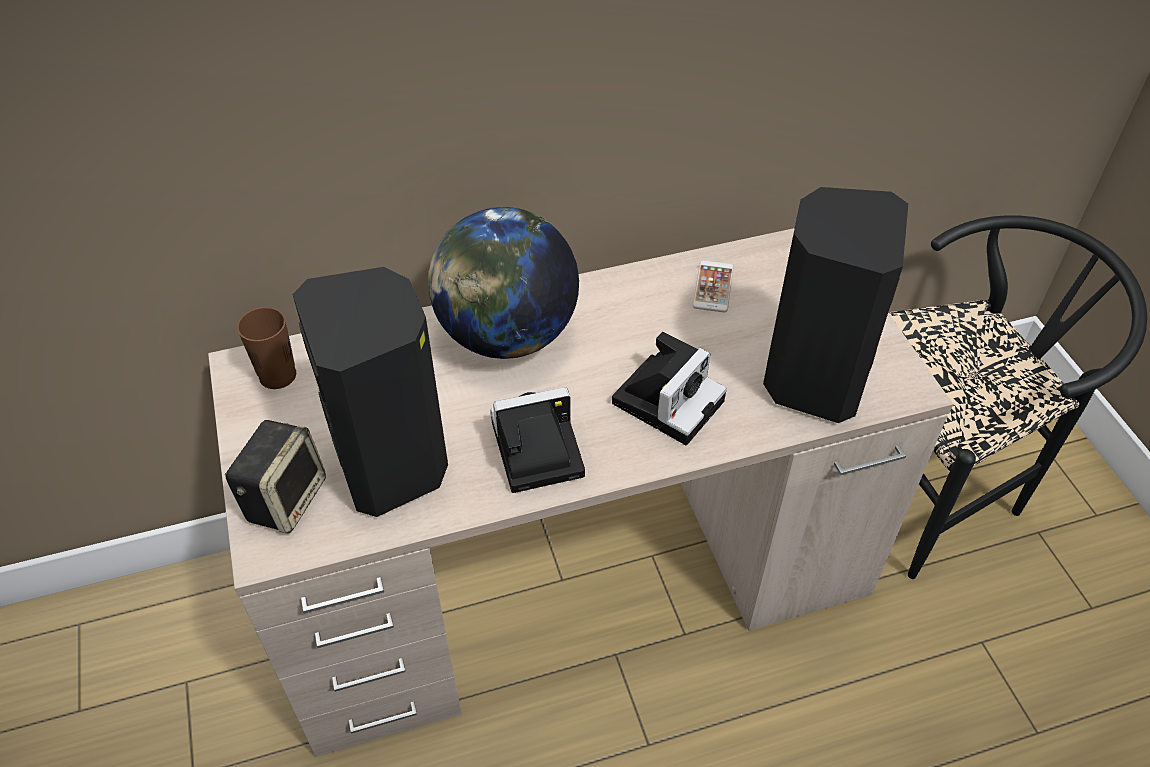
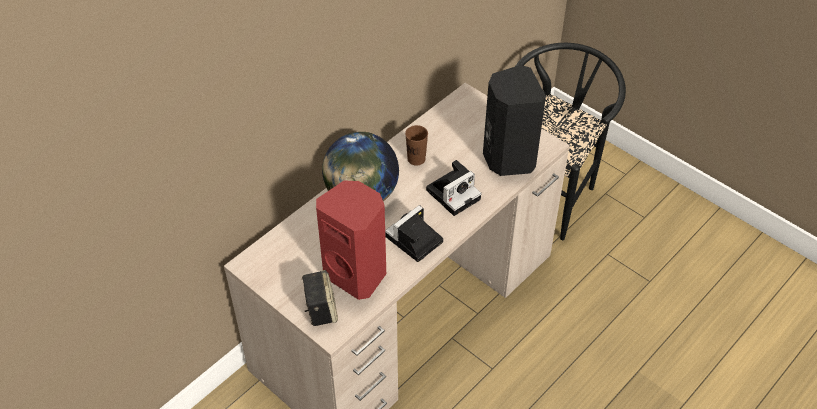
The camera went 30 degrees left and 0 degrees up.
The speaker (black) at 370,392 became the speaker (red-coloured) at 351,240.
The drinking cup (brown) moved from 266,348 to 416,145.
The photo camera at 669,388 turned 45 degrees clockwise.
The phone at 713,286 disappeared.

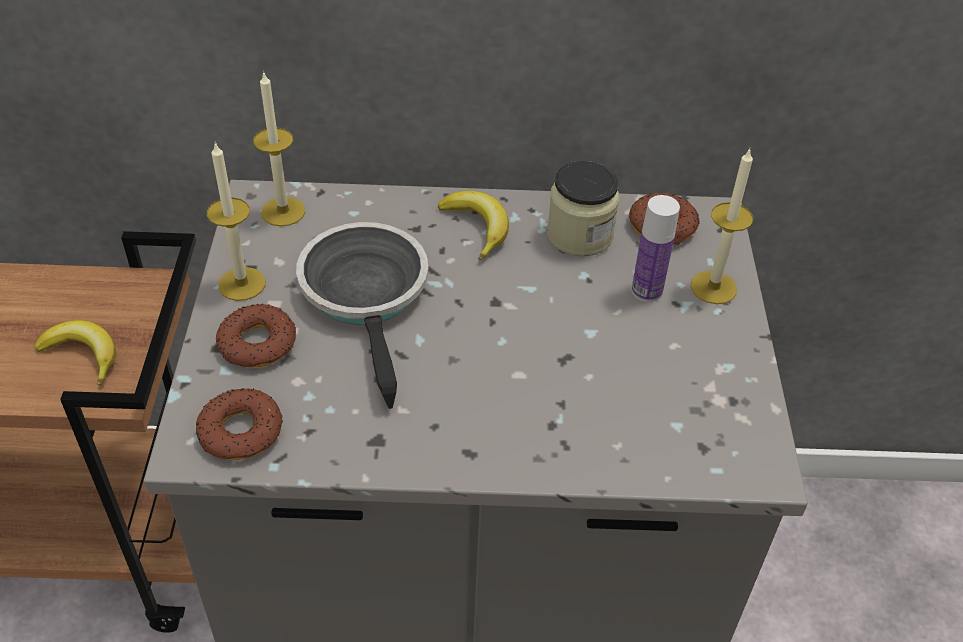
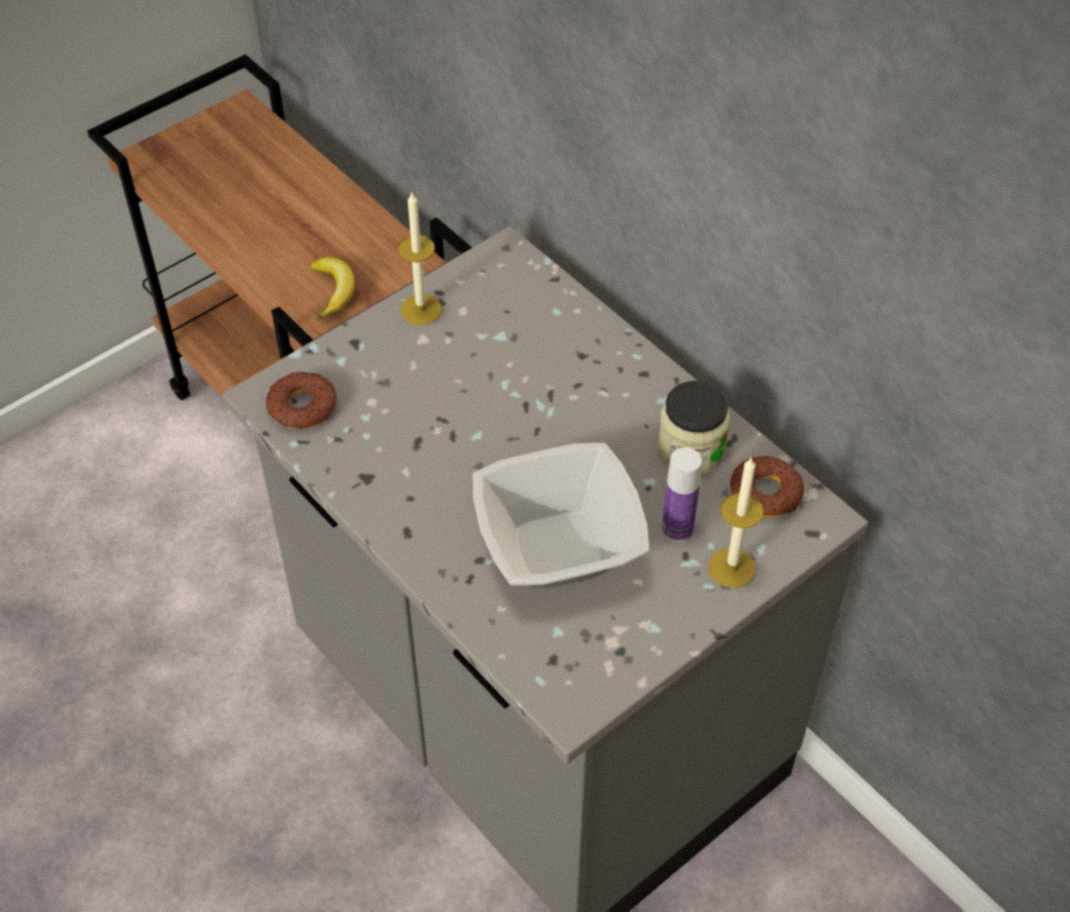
The camera went 50 degrees right and 5 degrees up.
The serving bowl at 561,516 appeared.
The donut at 256,335 disappeared.
The candle at 279,148 disappeared.
The frying pan at 362,315 disappeared.
The banana fruit at 473,225 disappeared.

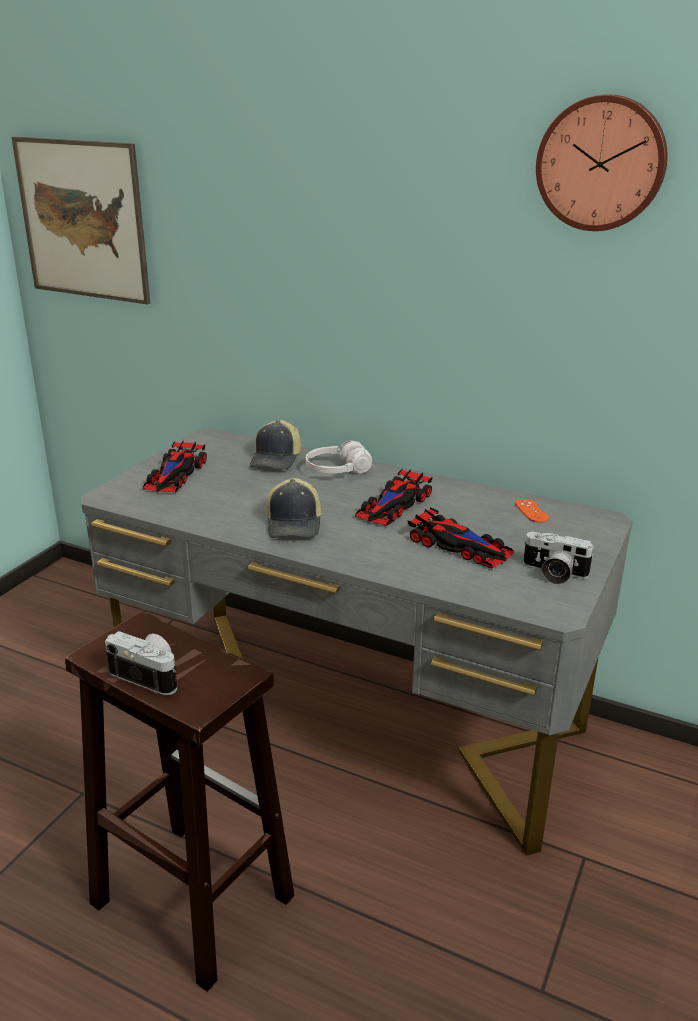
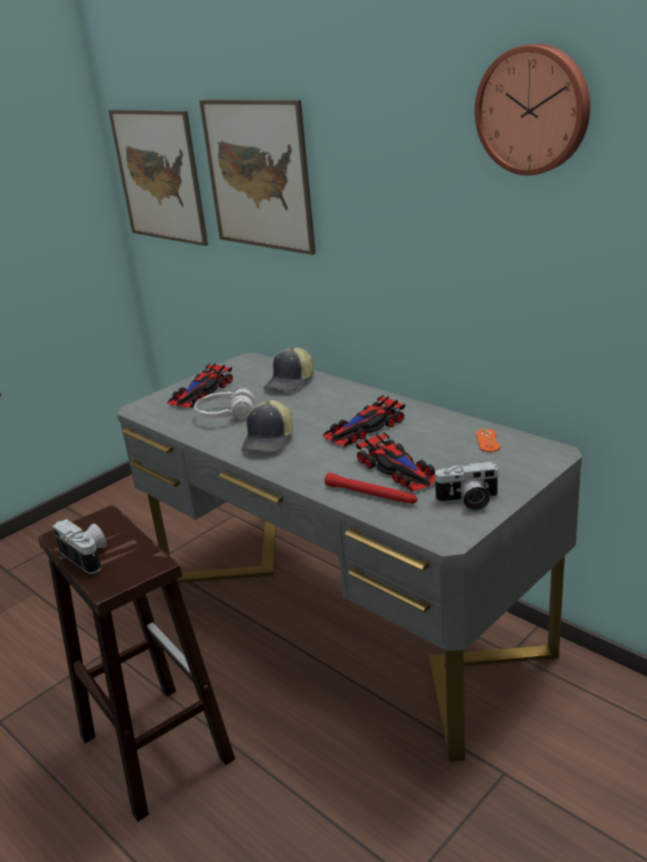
The camera went 20 degrees right and 0 degrees up.
The pair of headphones (white) moved from 339,457 to 224,403.
The wall picture at 257,177 appeared.
The flashlight (red-coloured) at 371,488 appeared.
The photo camera at 559,558 turned 45 degrees counterclockwise.

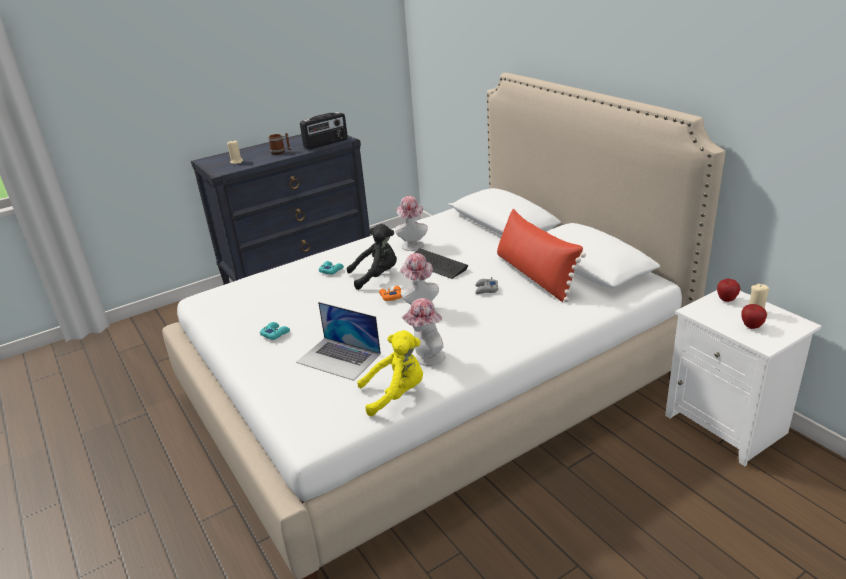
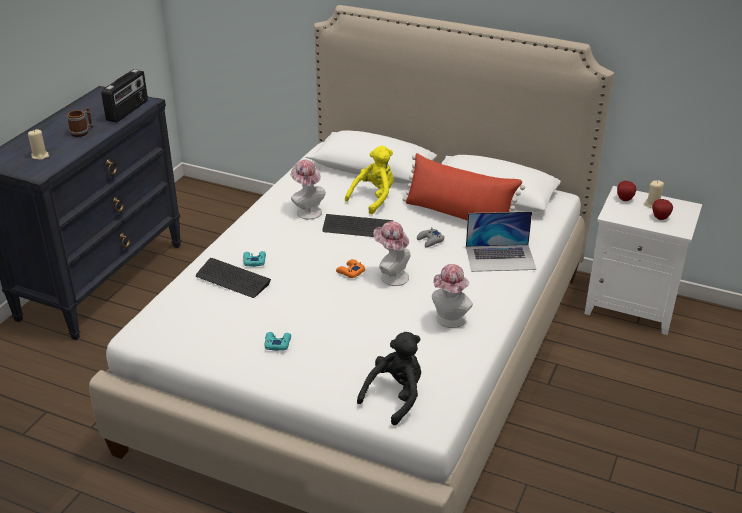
The camera went 35 degrees left and 5 degrees up.
The keyboard at 233,278 appeared.
The plush toy (yellow) moved from 390,373 to 369,179.
The plush toy (black) moved from 372,257 to 389,378.
The laptop moved from 338,341 to 501,241.

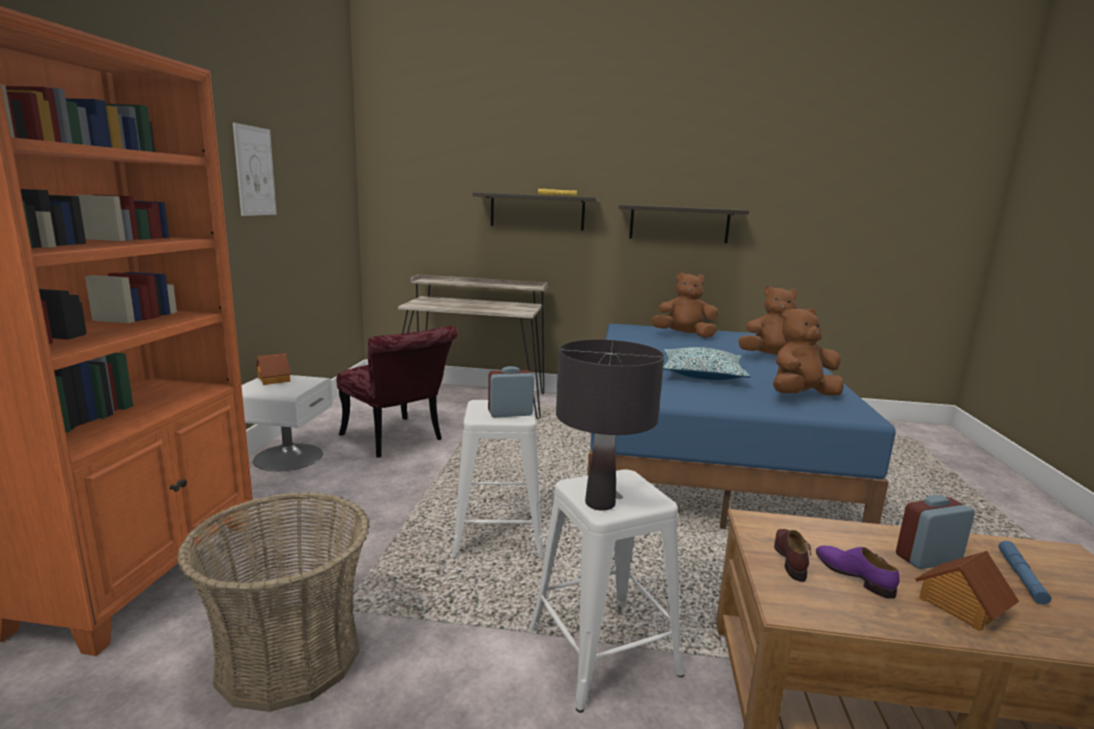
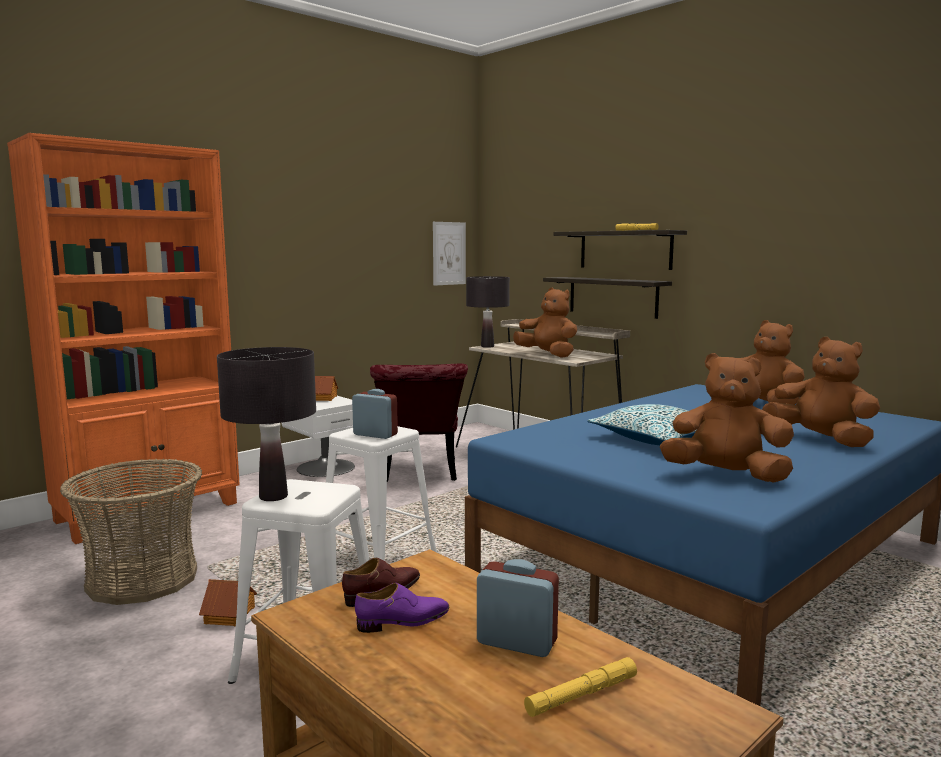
The camera went 40 degrees right and 5 degrees down.
The model house moved from 967,591 to 228,602.
The item of footwear (purple) at 858,572 turned 60 degrees clockwise.
The wall picture moved from 255,169 to 449,254.
The table lamp (black) at 488,312 appeared.
The plush toy (brown) at 545,322 appeared.
The flashlight (bluish) at 1024,573 became the flashlight (yellow) at 580,687.
The shelf moved from 684,224 to 607,298.

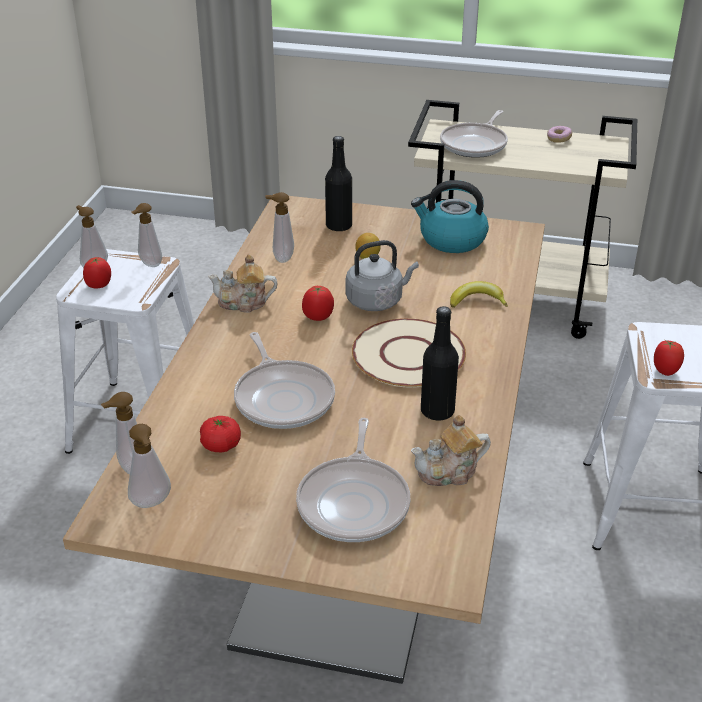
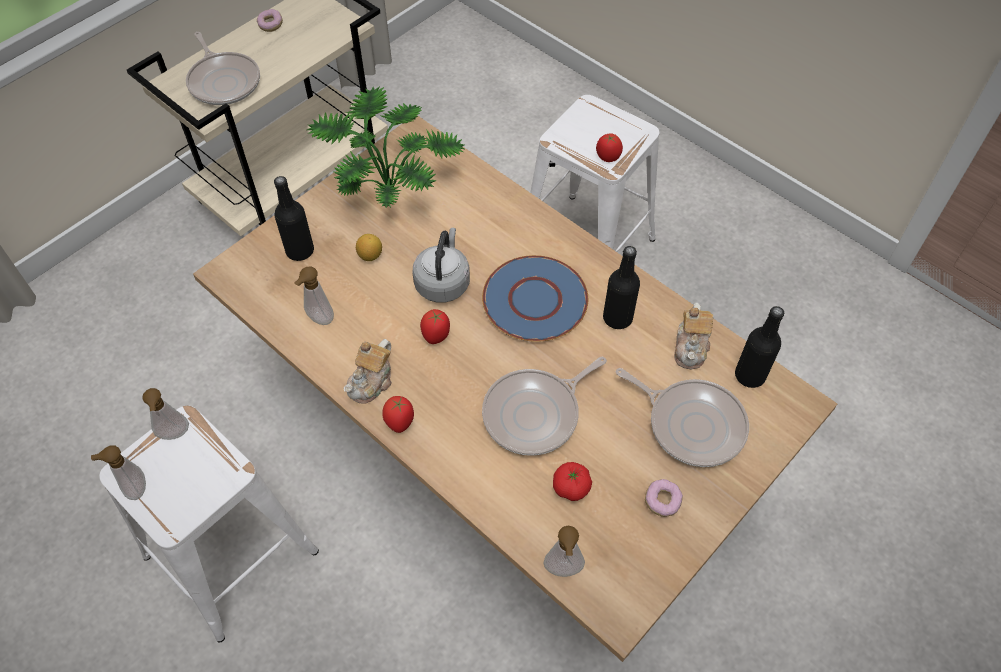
The camera went 60 degrees left and 20 degrees up.
The tea kettle at 450,216 was replaced by the potted plant at 386,147.
The tomato moved from 97,272 to 398,414.
The plate (beige) at 409,353 became the plate (bluish) at 535,298.
The frying pan at 284,380 turned 135 degrees clockwise.
The donut at 664,498 appeared.
The bottle (black) at 759,347 appeared.
The soap dispenser at 149,466 disappeared.
The banana fruit at 479,294 disappeared.

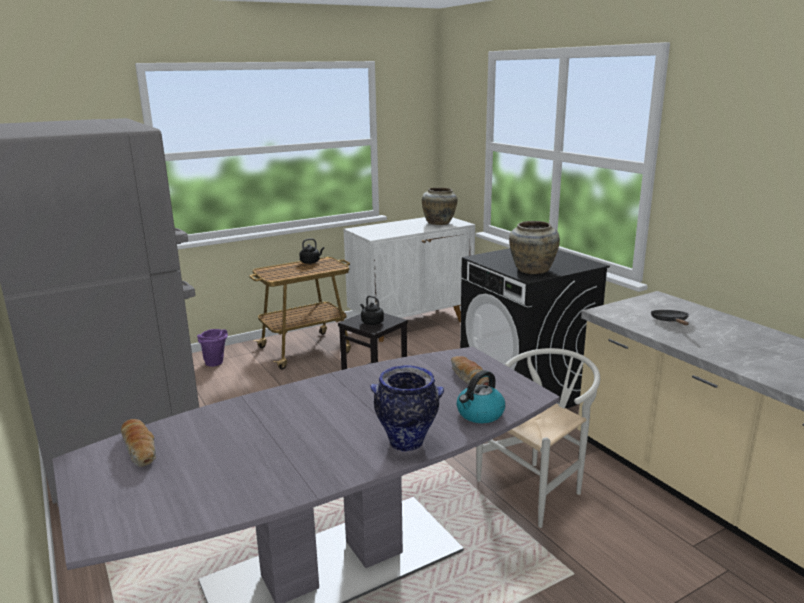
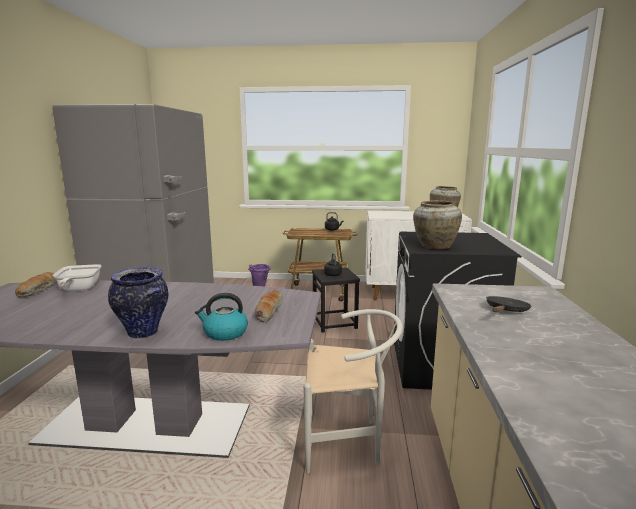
The camera went 35 degrees right and 5 degrees down.
The frying pan at 77,277 appeared.

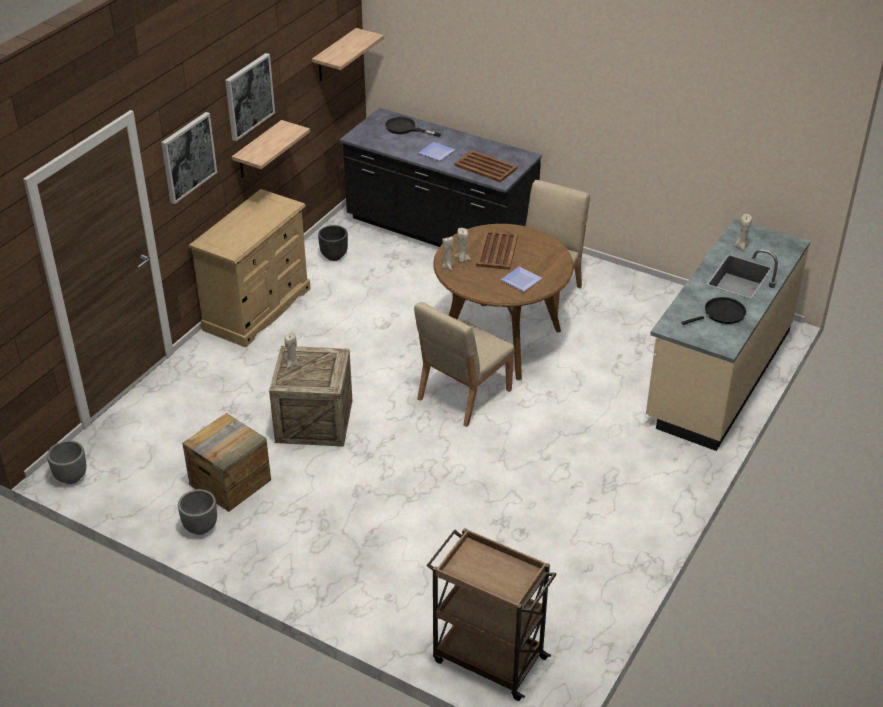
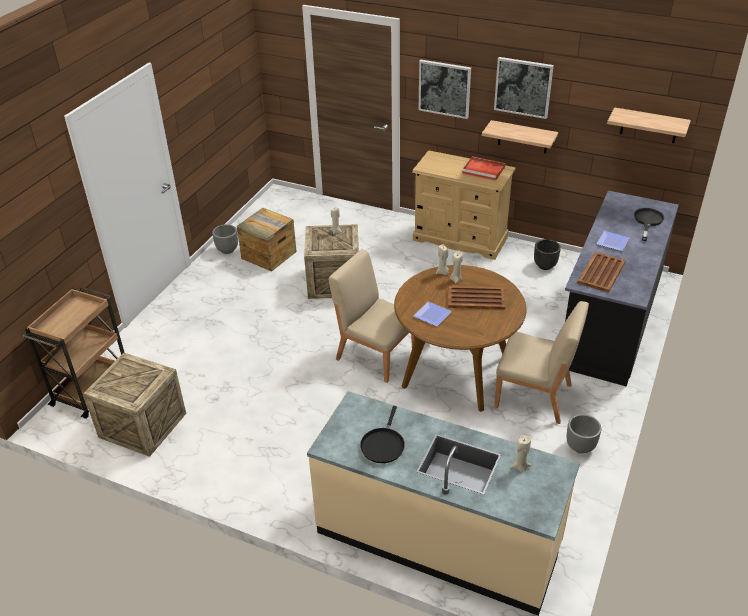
The camera went 85 degrees right and 0 degrees up.
The packing crate at 134,405 appeared.
The frying pan (black) at 714,311 turned 45 degrees clockwise.
The carrying tray (red-coloured) at 483,168 appeared.
The plant pot (greyish) moved from 67,462 to 583,433.

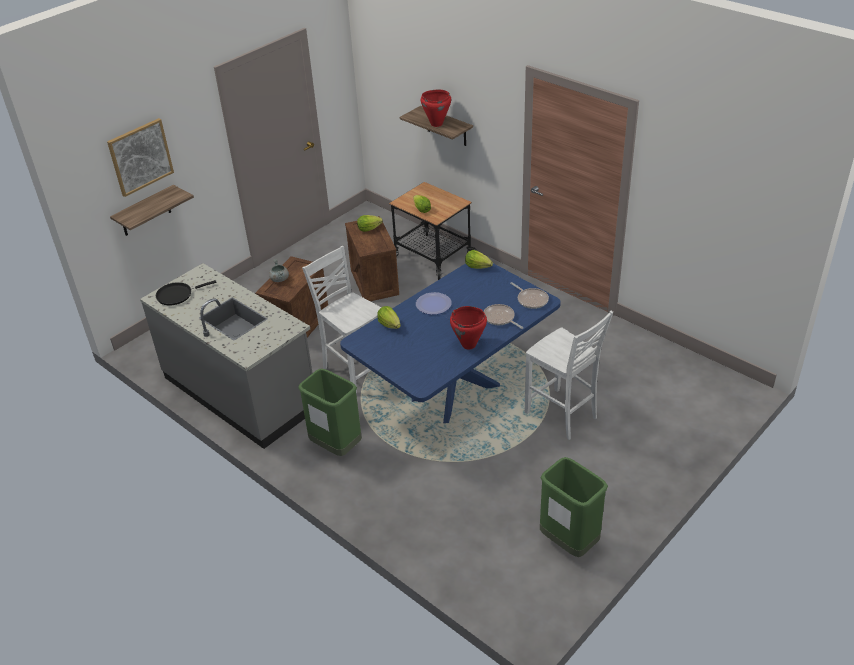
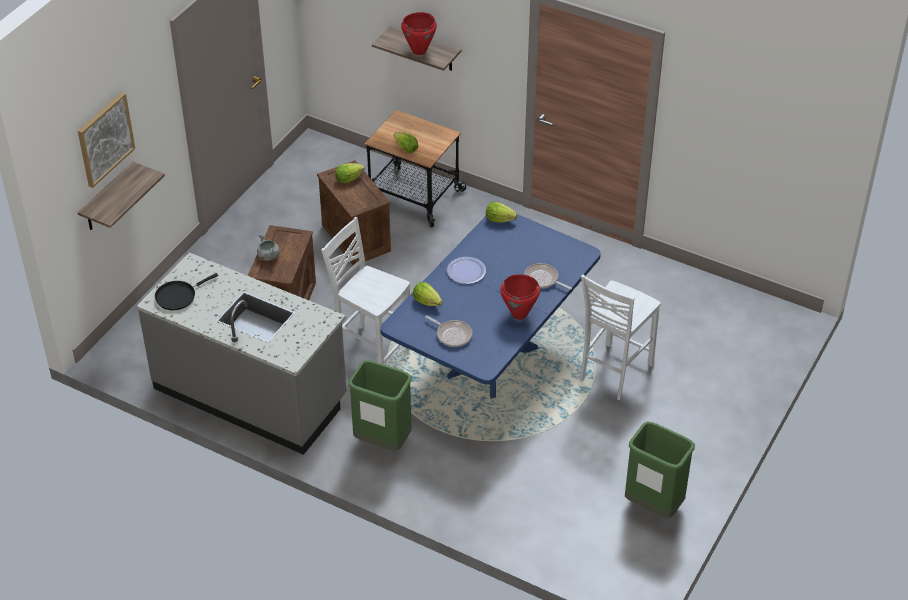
The camera went 15 degrees left and 5 degrees up.
The frying pan moved from 529,295 to 448,331.
The plain chair (white) at 569,375 turned 90 degrees clockwise.

